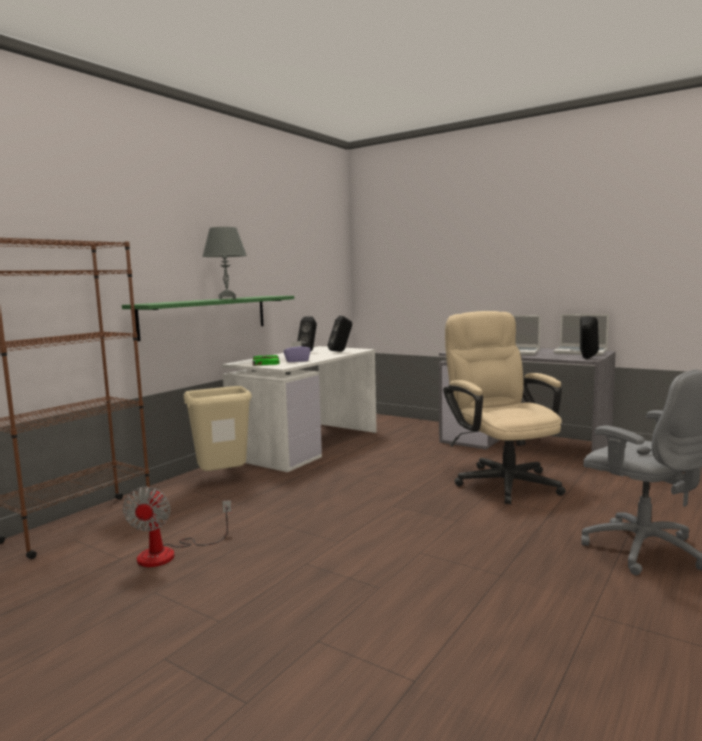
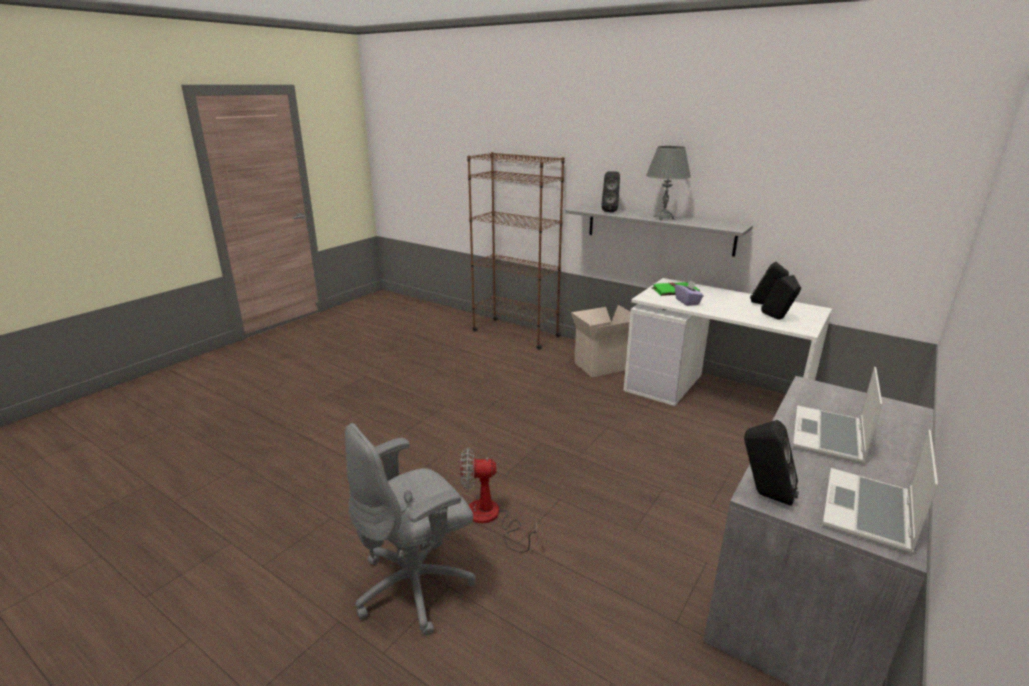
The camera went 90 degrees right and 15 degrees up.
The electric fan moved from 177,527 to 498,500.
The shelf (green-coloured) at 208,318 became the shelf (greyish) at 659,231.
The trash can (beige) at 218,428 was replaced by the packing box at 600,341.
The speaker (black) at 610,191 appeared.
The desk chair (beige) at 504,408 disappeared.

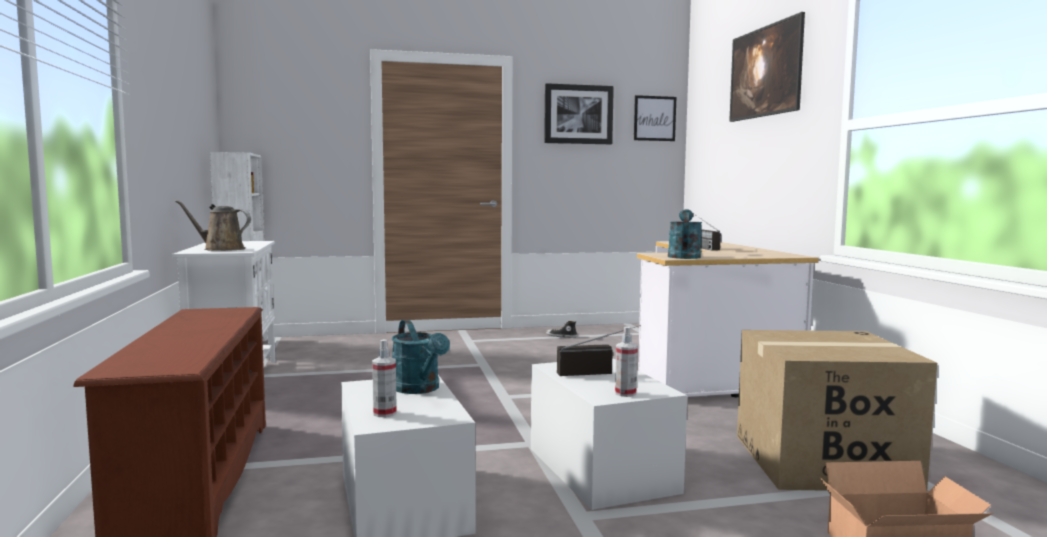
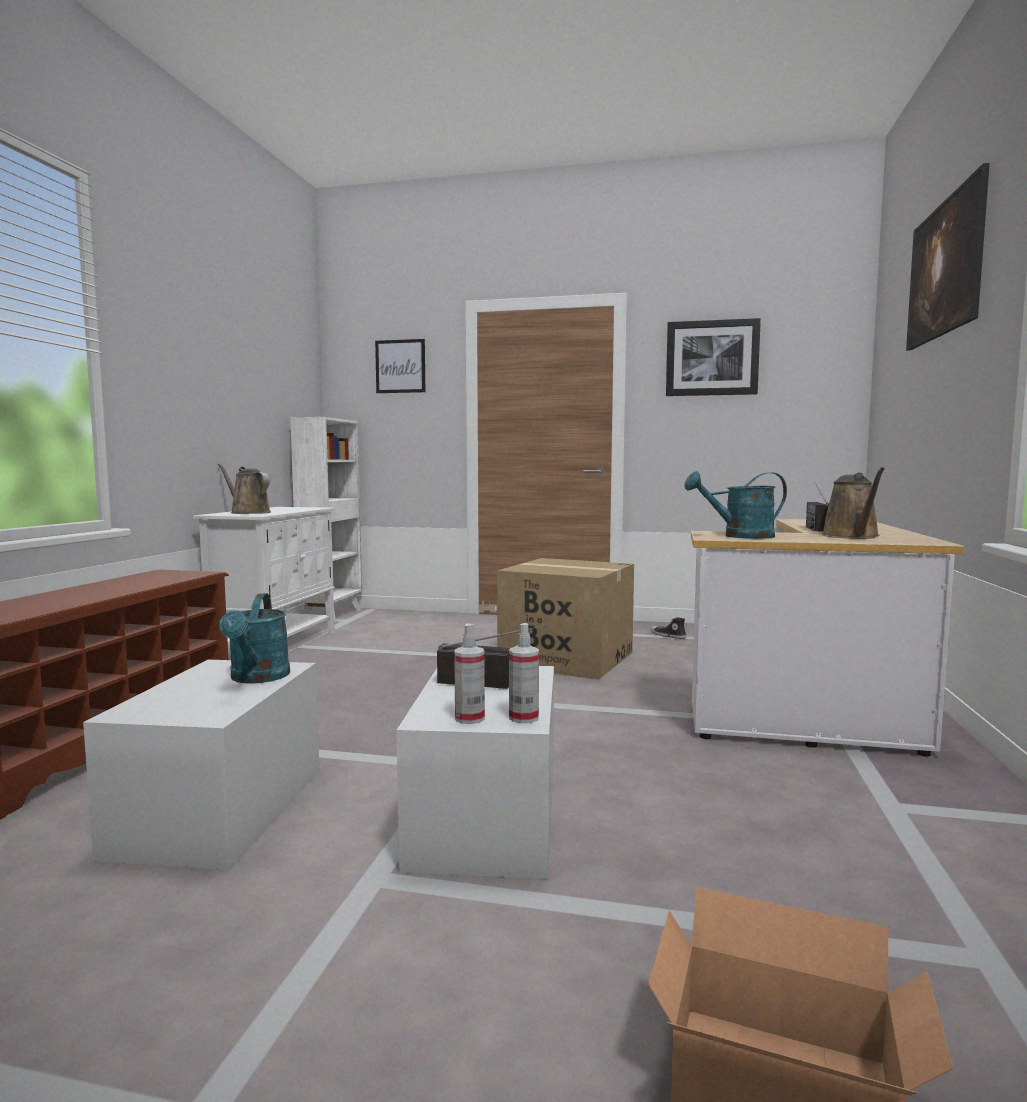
The camera went 25 degrees right and 0 degrees up.
The wall picture moved from 655,118 to 400,366.
The packing box moved from 837,410 to 565,619.
The hand sprayer moved from 384,378 to 524,673.
The watering can (turquoise) at 685,234 turned 135 degrees counterclockwise.
The watering can (brown) at 853,503 appeared.

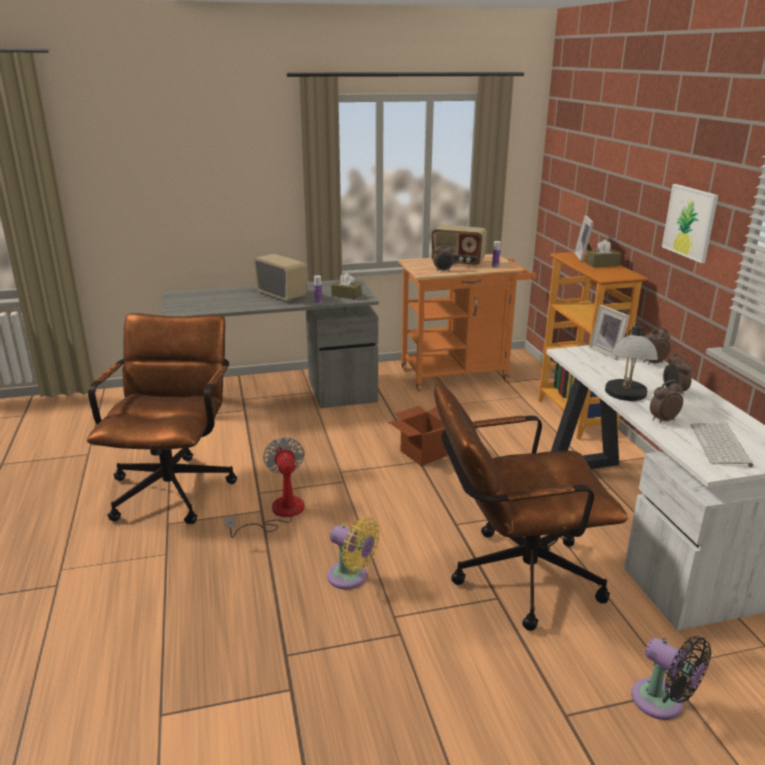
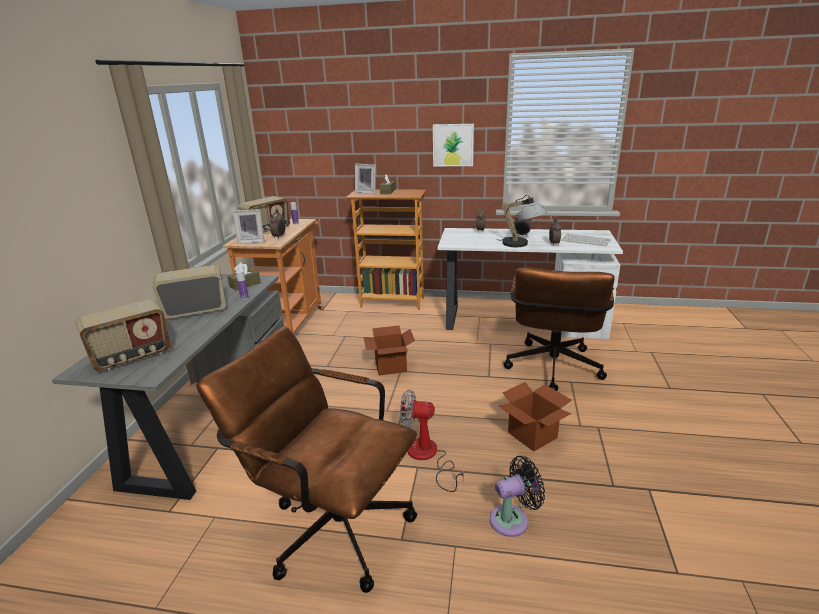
The camera went 65 degrees left and 0 degrees up.
The radio receiver at 123,335 appeared.
The standing frame moved from 609,332 to 249,226.
The electric fan (black) moved from 671,678 to 517,496.
The electric fan (yellow) at 353,553 was replaced by the packing box at 535,416.

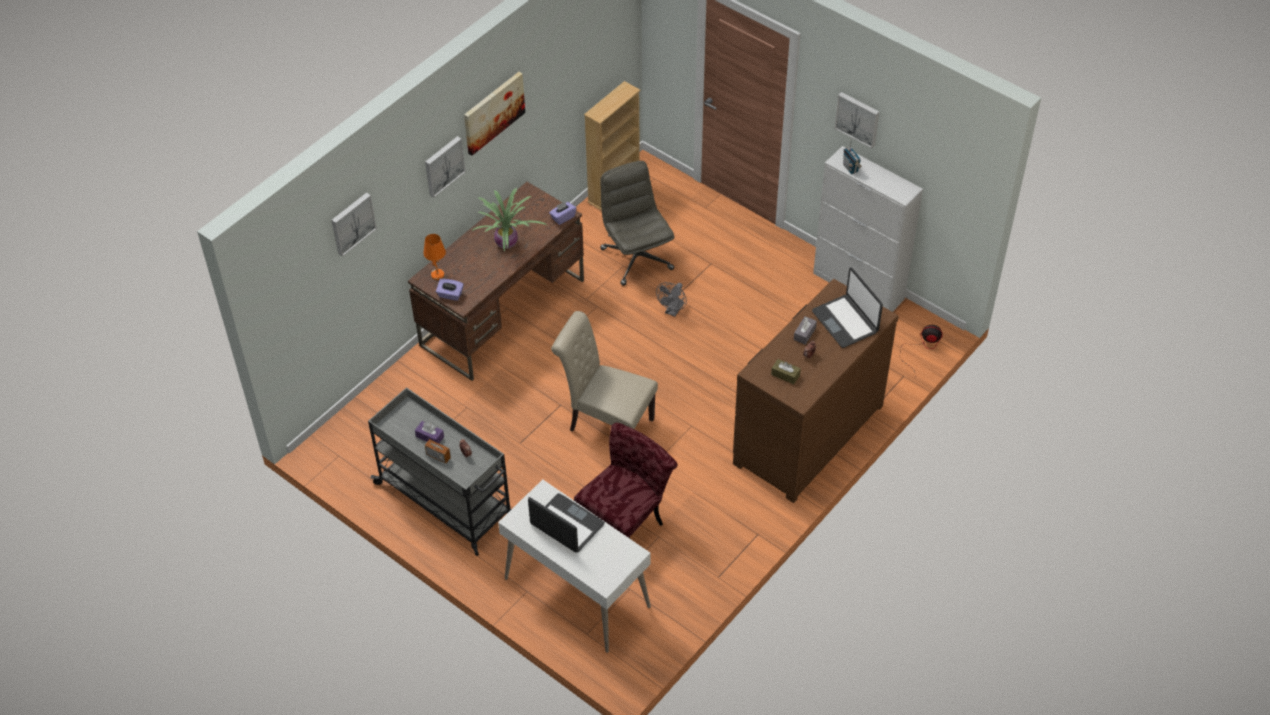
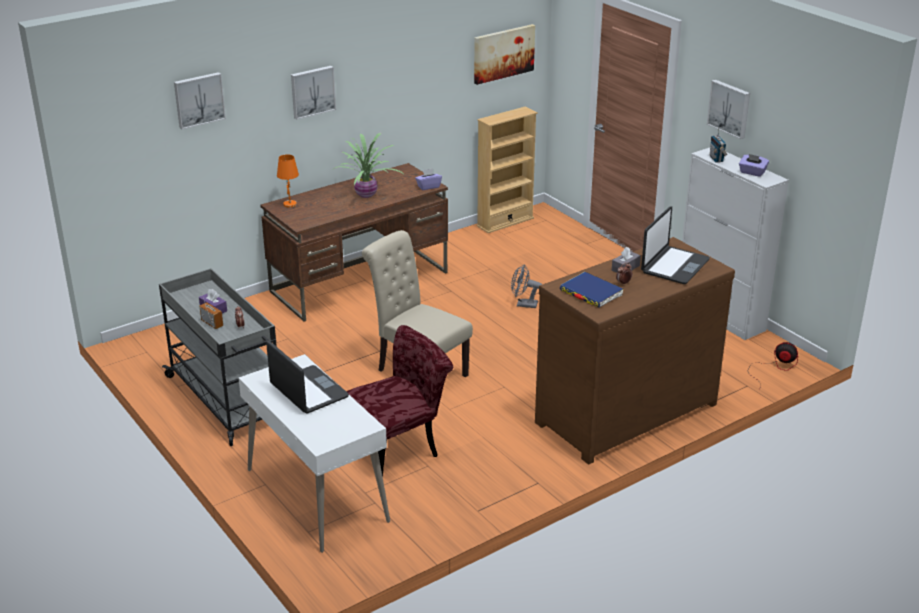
The camera went 15 degrees right and 20 degrees down.
The wall picture moved from 494,114 to 504,54.
The electric fan (greyish) at 671,299 turned 60 degrees clockwise.
The box of tissues (brown) at 786,371 was replaced by the book (bluish) at 591,290.
The laptop at 847,307 turned 135 degrees counterclockwise.
The box of tissues (purple) moved from 450,290 to 754,165.
The desk chair (greyish) at 637,223 disappeared.

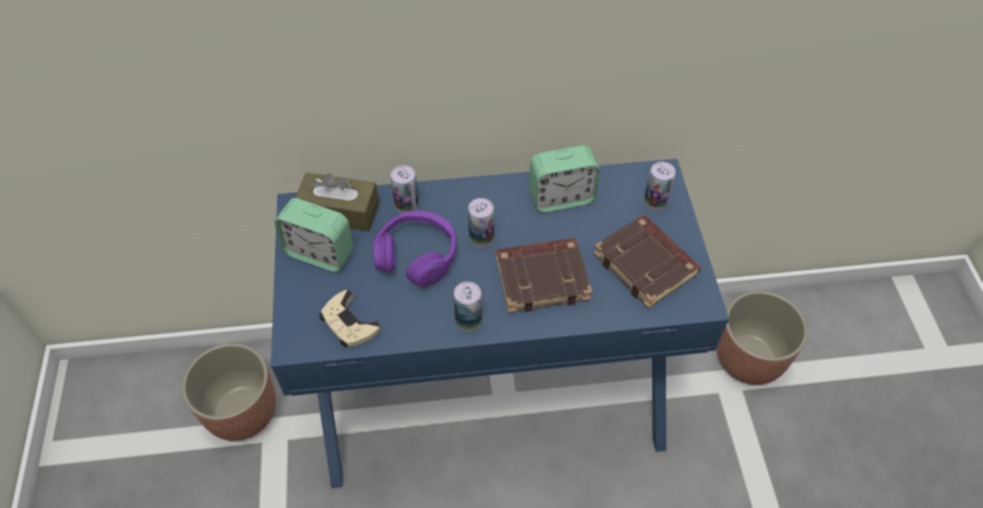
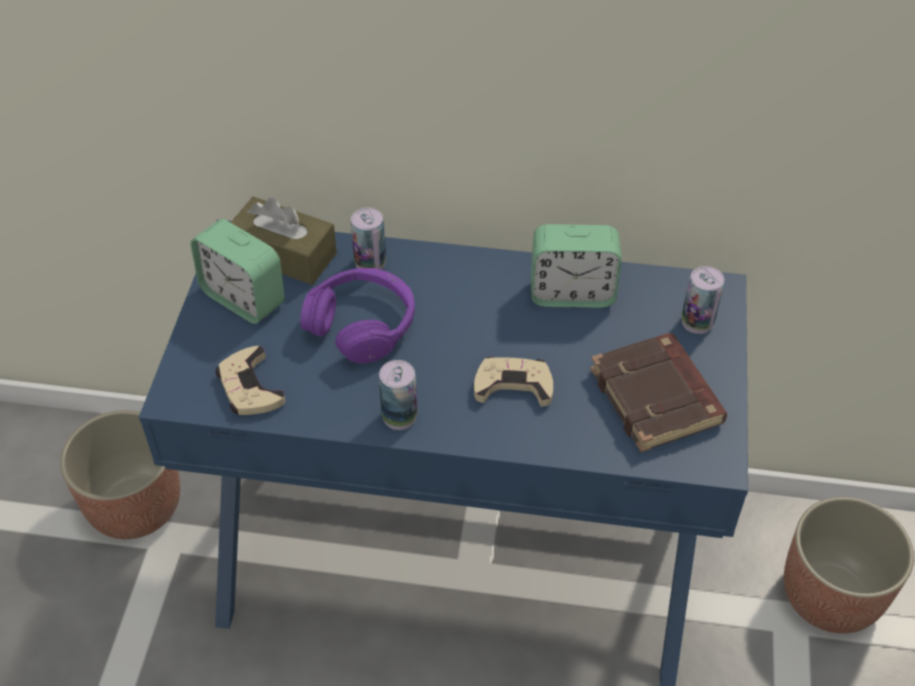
The camera went 15 degrees right and 5 degrees down.
The book (brown) at 544,275 was replaced by the game controller (beige) at 513,381.
The metal can at 481,222 disappeared.

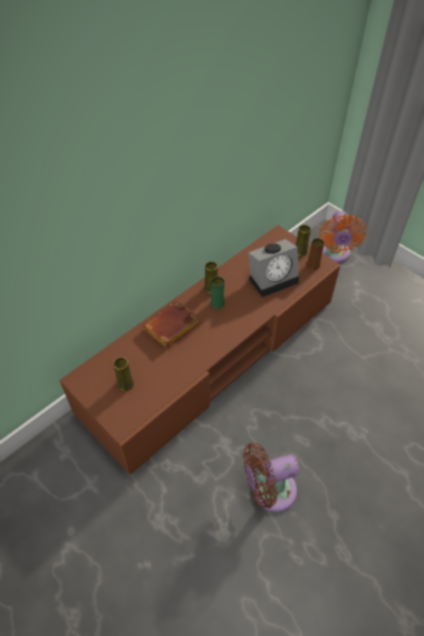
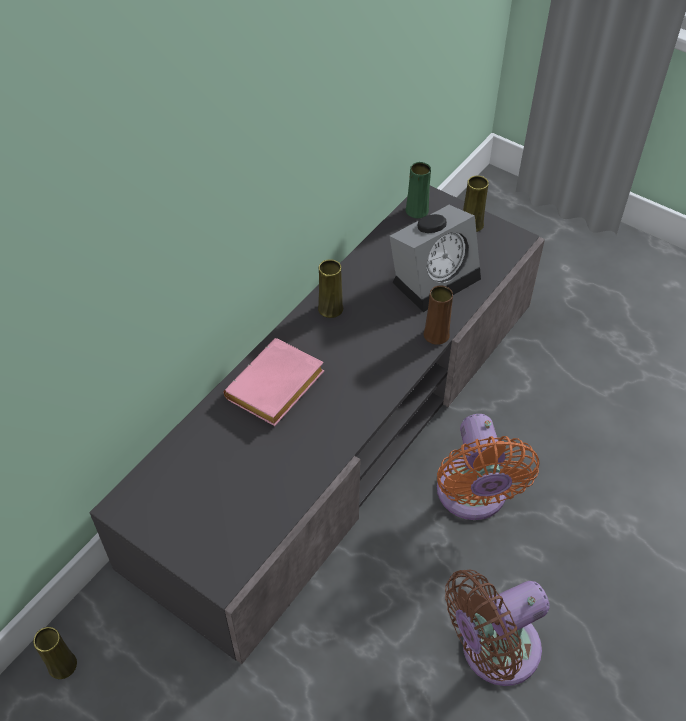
The camera went 10 degrees left and 0 degrees up.
The decorative vase (yellow) moved from 123,374 to 55,653.
The media console (brown) at 200,350 became the media console (greyish) at 317,425.
The book (brown) at 171,325 became the book (pink-coloured) at 274,382.
The decorative vase (green-coloured) moved from 217,292 to 418,190.
The decorative vase (brown) moved from 315,254 to 438,315.
The electric fan (orange) moved from 342,237 to 488,467.

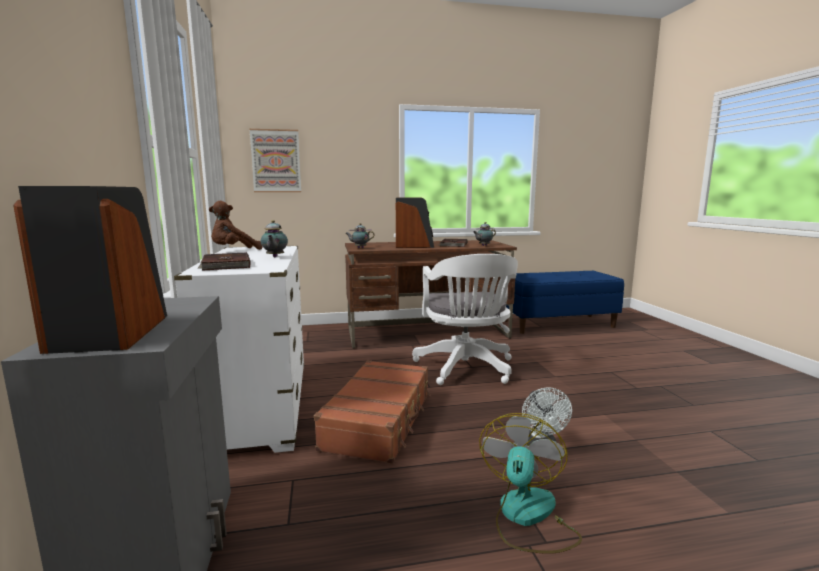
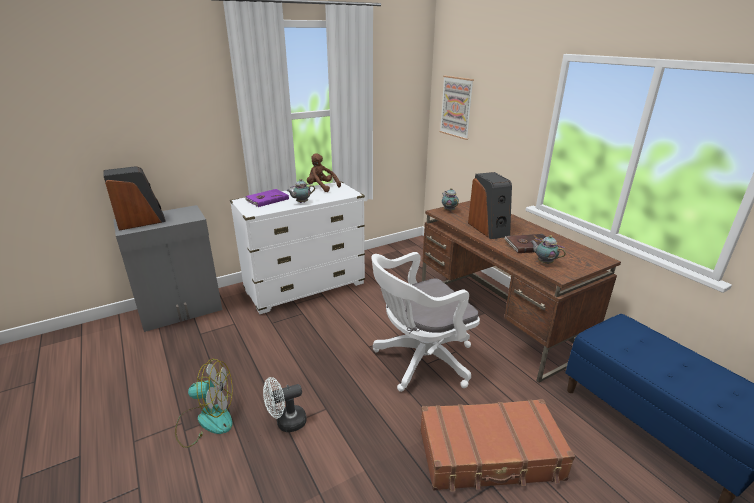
The camera went 70 degrees right and 15 degrees up.
The book (brown) at 224,261 became the book (purple) at 267,198.
The suitcase (brown) moved from 372,412 to 497,445.

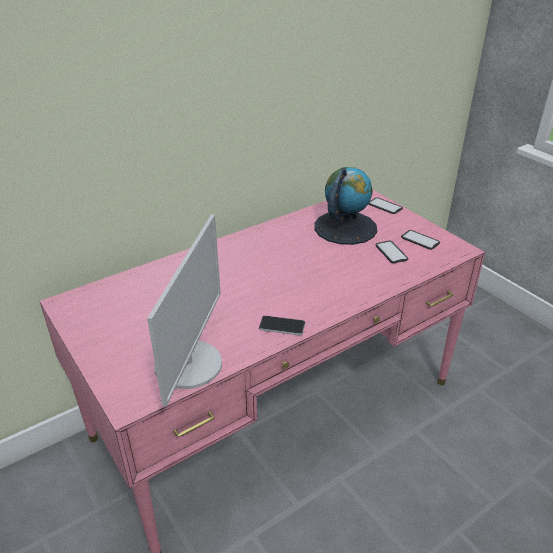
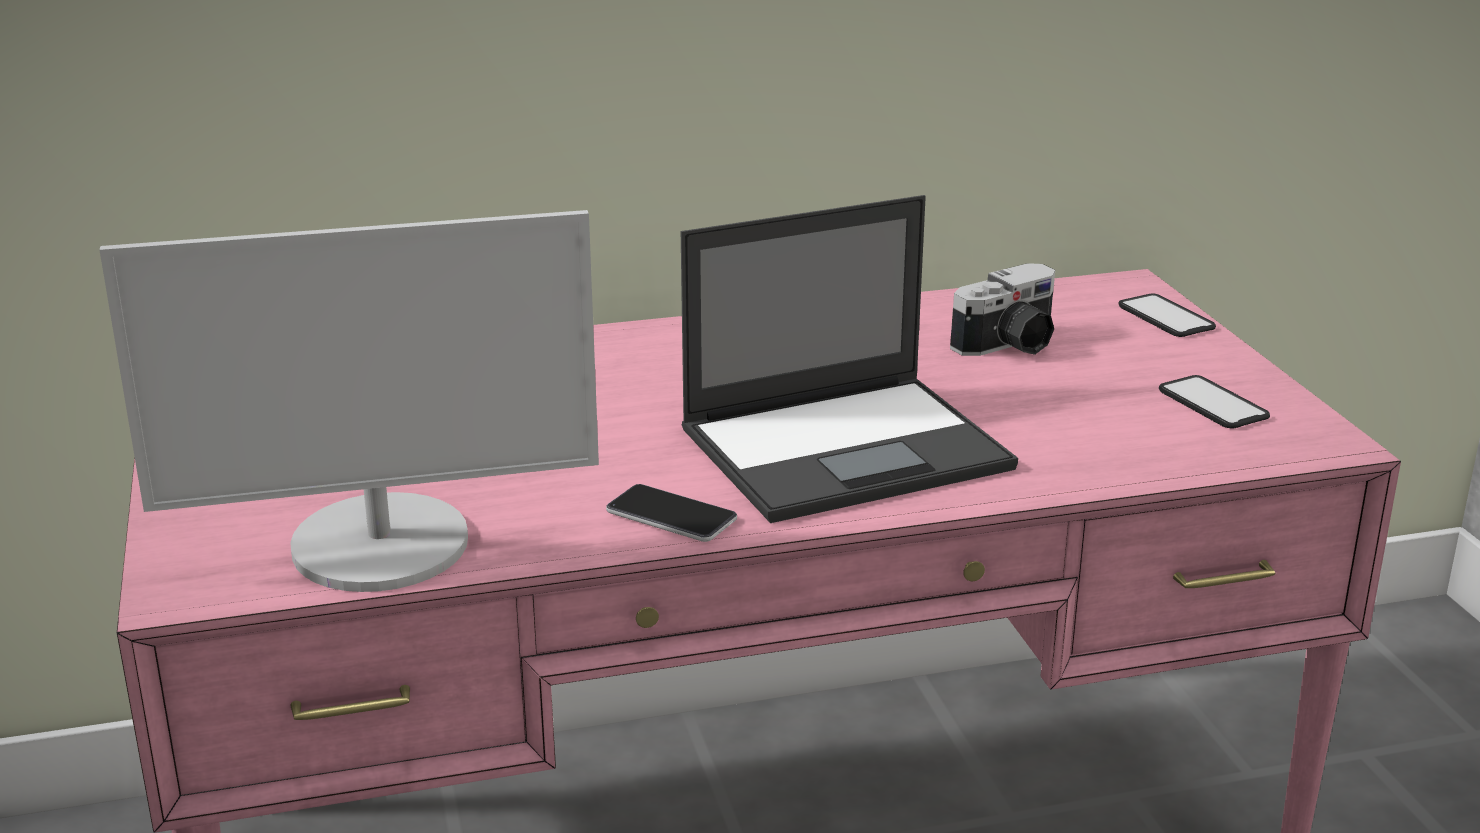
The camera went 20 degrees right and 10 degrees down.
The monitor at 184,310 turned 45 degrees clockwise.
The laptop at 849,359 appeared.
The globe at 345,206 was replaced by the photo camera at 1002,309.
The phone at 391,252 disappeared.

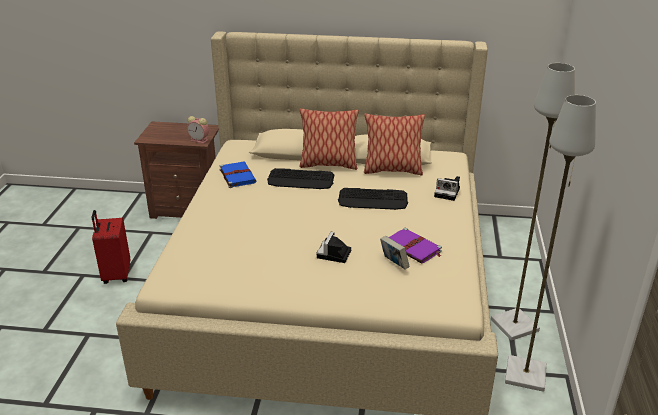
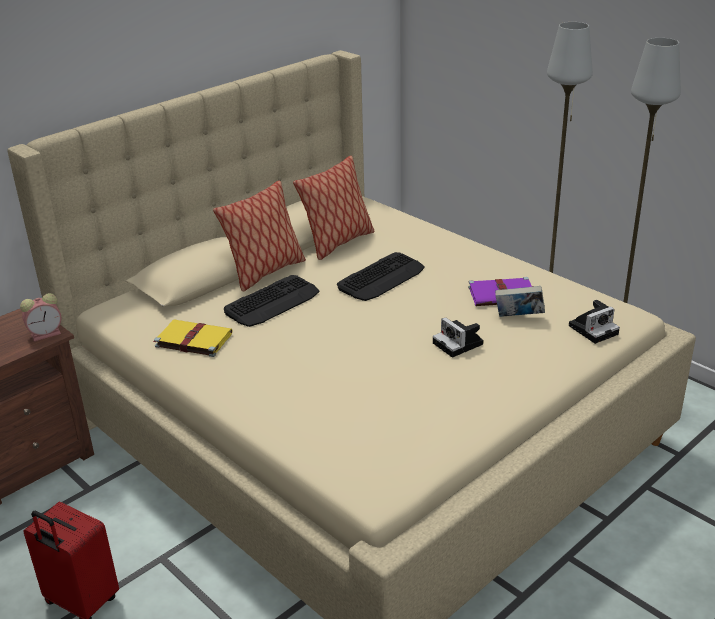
The camera went 50 degrees left and 0 degrees up.
The book (bluish) at 238,175 became the book (yellow) at 192,338.
The photo camera moved from 447,188 to 594,322.

